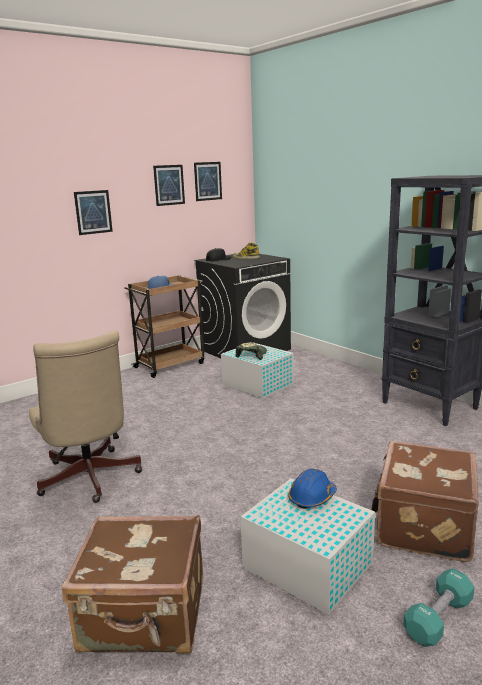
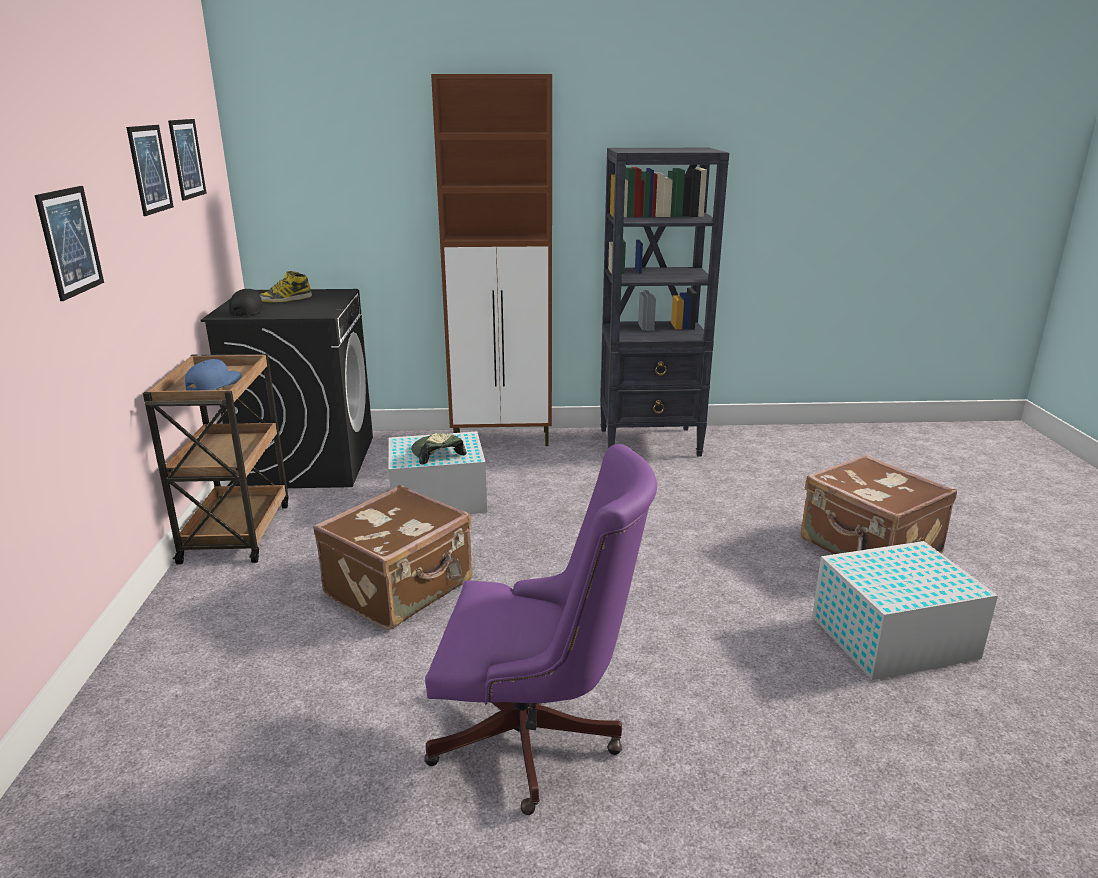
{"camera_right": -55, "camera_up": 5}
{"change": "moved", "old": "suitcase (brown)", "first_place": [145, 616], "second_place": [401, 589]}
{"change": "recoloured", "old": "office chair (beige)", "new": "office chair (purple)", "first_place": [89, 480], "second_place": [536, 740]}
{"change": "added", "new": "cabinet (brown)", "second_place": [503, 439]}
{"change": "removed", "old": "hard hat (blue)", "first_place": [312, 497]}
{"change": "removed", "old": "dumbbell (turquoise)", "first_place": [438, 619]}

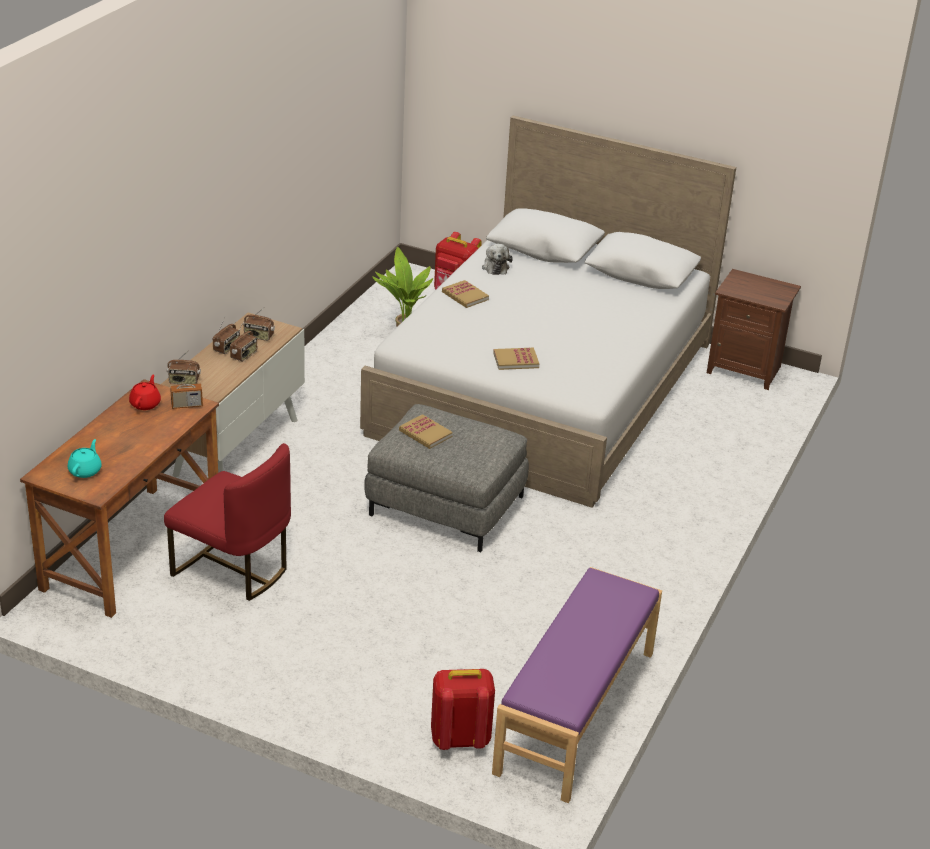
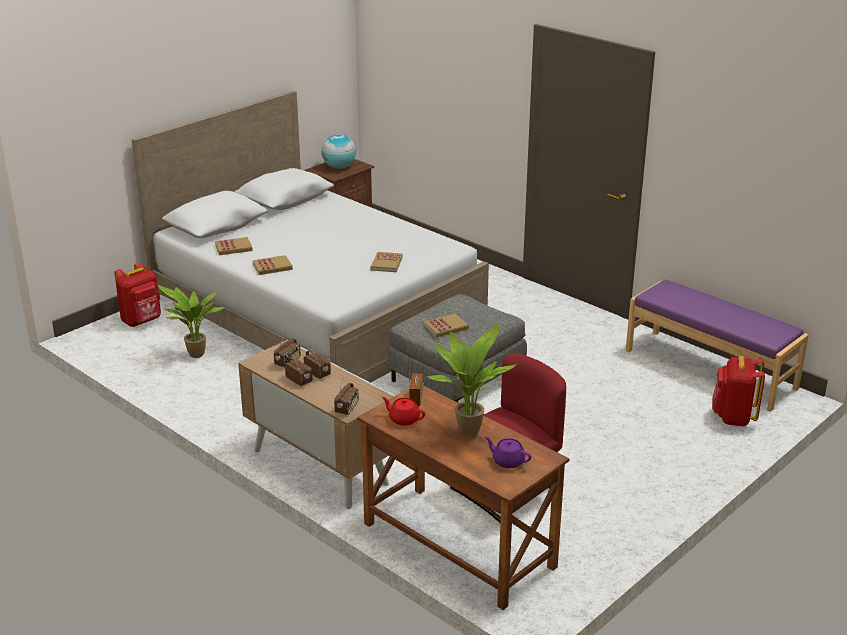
{"camera_right": -70, "camera_up": -5}
{"change": "replaced", "old": "plush toy", "new": "book", "first_place": [495, 267], "second_place": [233, 248]}
{"change": "added", "new": "globe", "second_place": [339, 167]}
{"change": "added", "new": "potted plant", "second_place": [467, 430]}
{"change": "recoloured", "old": "teapot (turquoise)", "new": "teapot (purple)", "first_place": [85, 470], "second_place": [507, 461]}

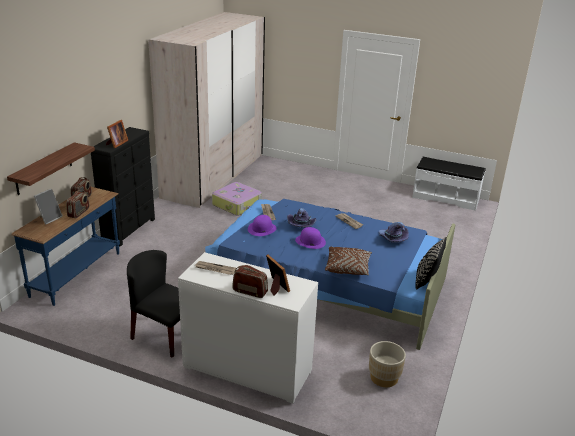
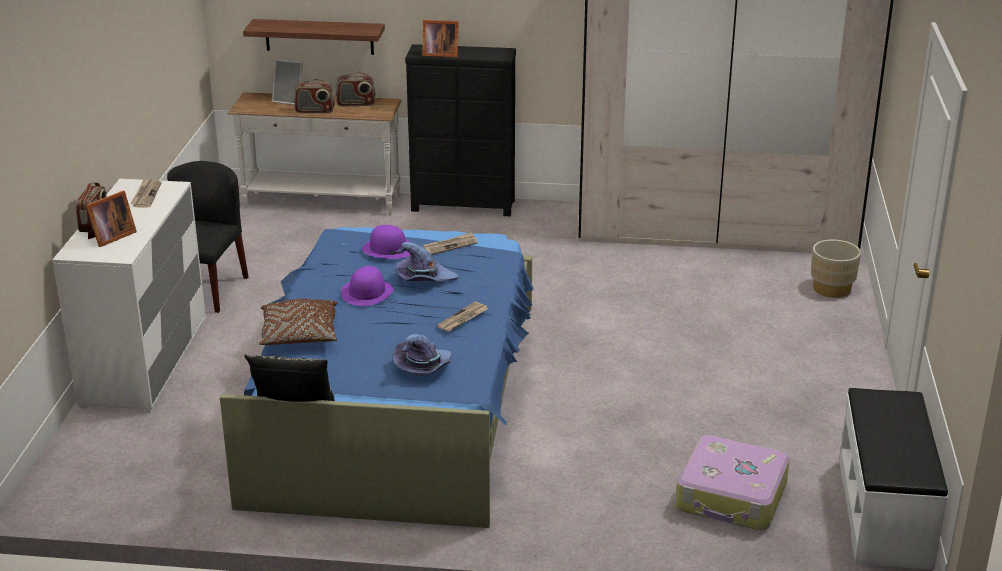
{"camera_right": 75, "camera_up": 0}
{"change": "recoloured", "old": "console table (blue)", "new": "console table (white)", "first_place": [77, 274], "second_place": [321, 203]}
{"change": "moved", "old": "suitcase", "first_place": [237, 204], "second_place": [732, 497]}
{"change": "moved", "old": "planter (beige)", "first_place": [384, 378], "second_place": [831, 289]}

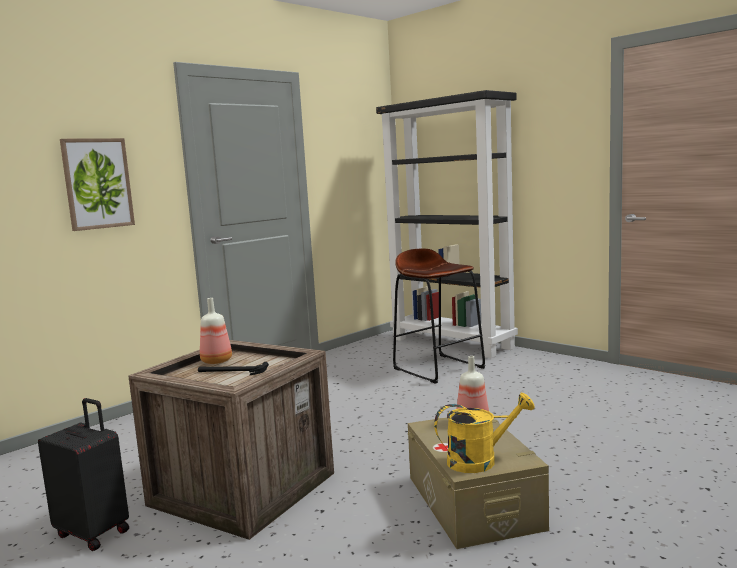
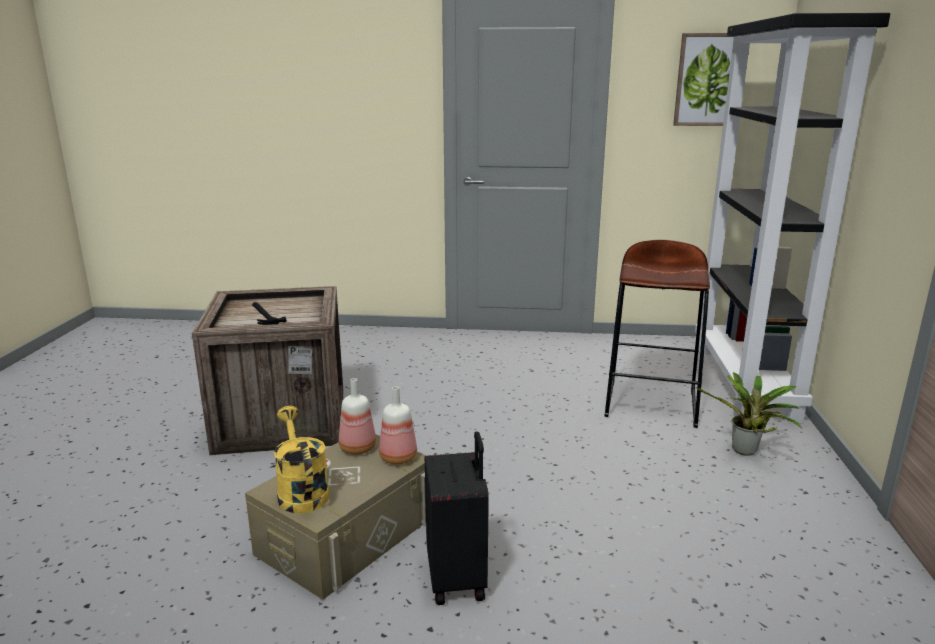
{"camera_right": 50, "camera_up": 10}
{"change": "turned", "old": "watering can (yellow)", "first_place": [480, 460], "second_place": [301, 491], "degrees": -150}
{"change": "moved", "old": "bottle", "first_place": [217, 361], "second_place": [358, 449]}
{"change": "moved", "old": "suitcase (black)", "first_place": [94, 532], "second_place": [458, 578]}
{"change": "moved", "old": "picture", "first_place": [97, 183], "second_place": [708, 80]}
{"change": "added", "new": "potted plant", "second_place": [745, 452]}

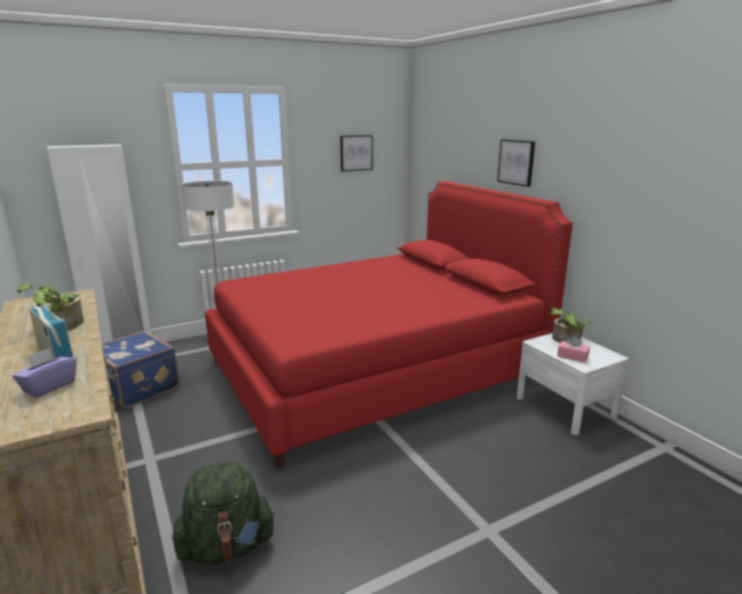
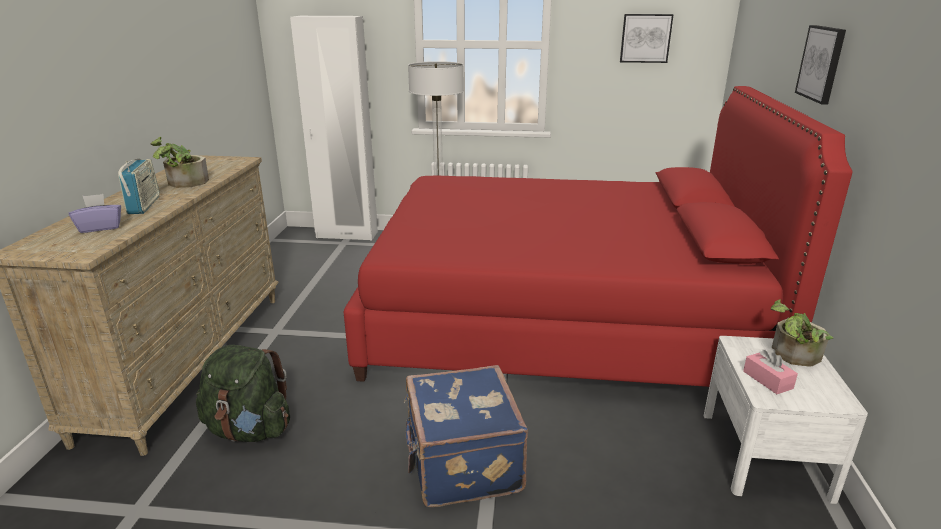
{"camera_right": 35, "camera_up": 5}
{"change": "moved", "old": "suitcase (blue)", "first_place": [137, 388], "second_place": [461, 463]}

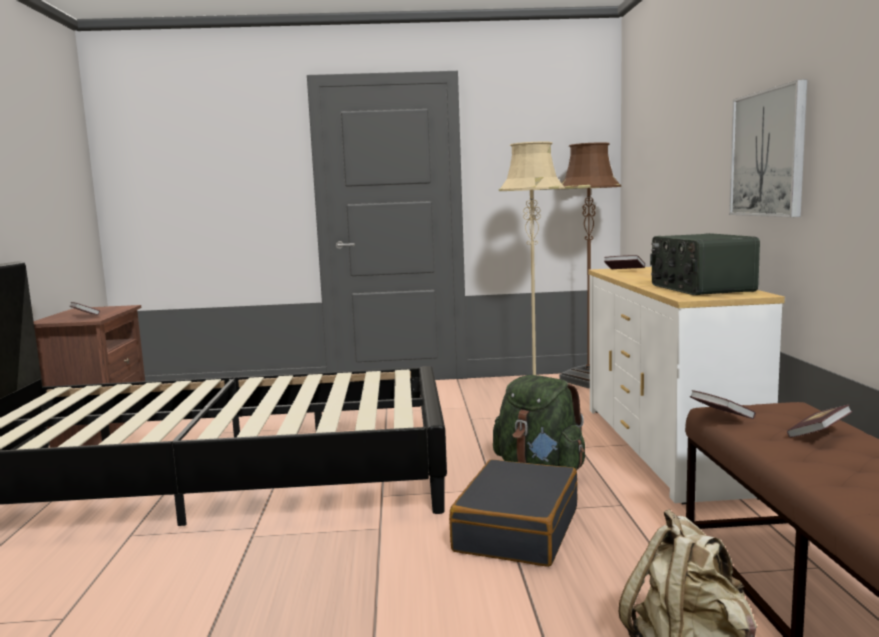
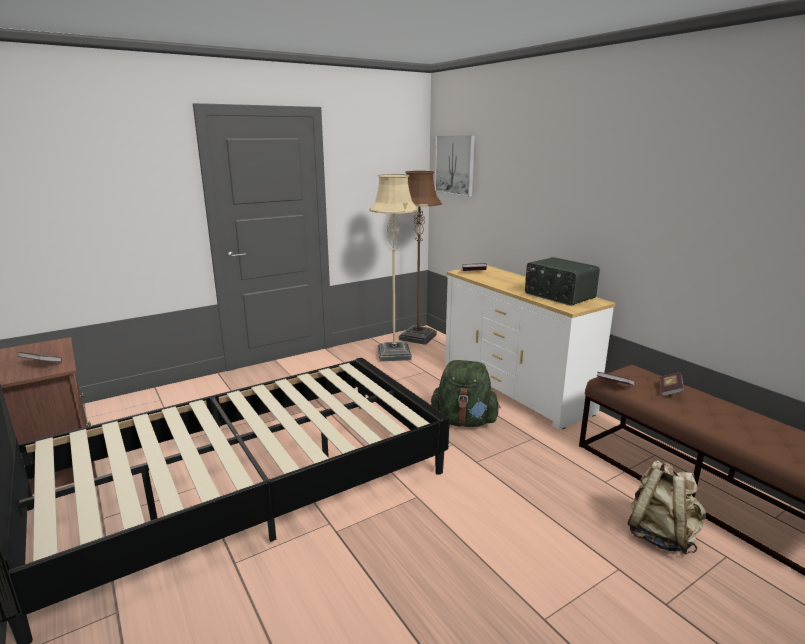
{"camera_right": -30, "camera_up": 10}
{"change": "moved", "old": "picture", "first_place": [768, 153], "second_place": [455, 165]}
{"change": "removed", "old": "suitcase (black)", "first_place": [516, 529]}

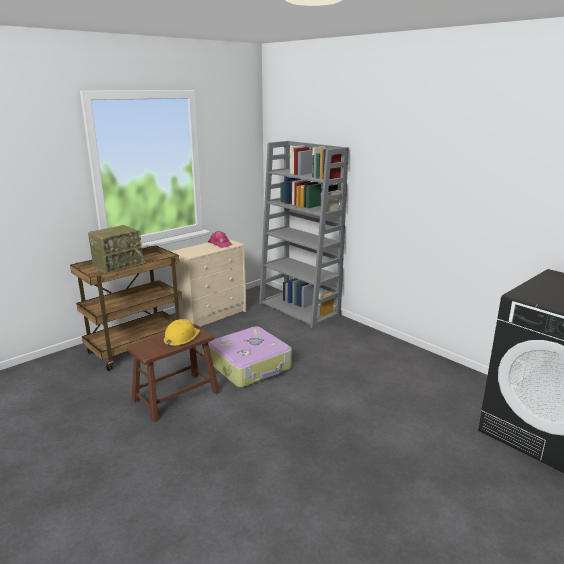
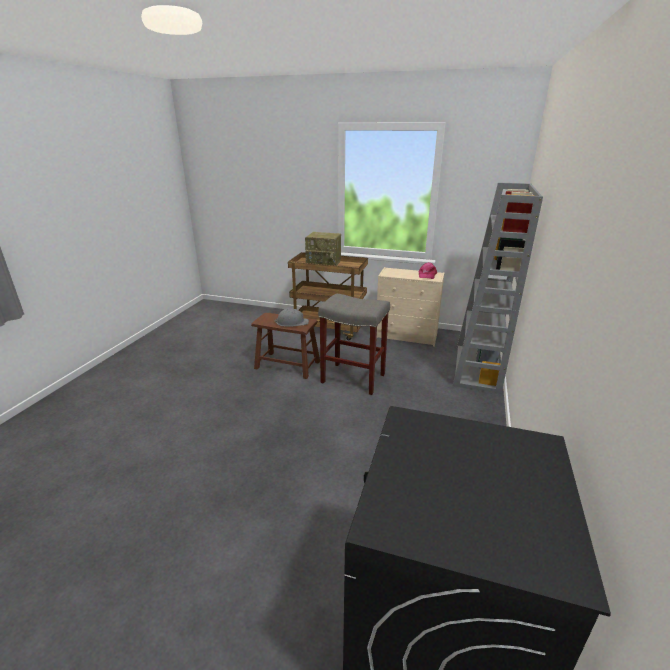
{"camera_right": 60, "camera_up": 5}
{"change": "recoloured", "old": "hard hat (yellow)", "new": "hard hat (grey)", "first_place": [181, 337], "second_place": [292, 322]}
{"change": "replaced", "old": "suitcase", "new": "stool (grey)", "first_place": [250, 366], "second_place": [354, 378]}

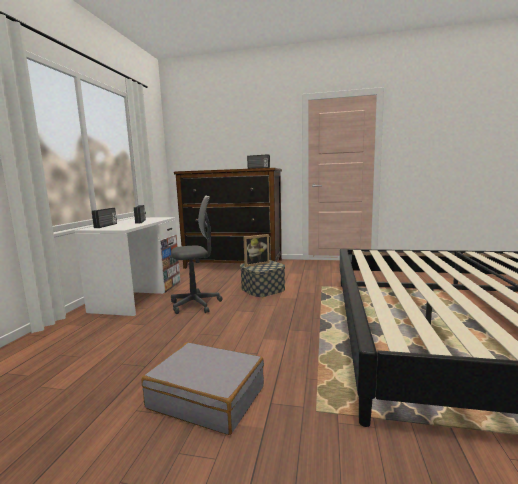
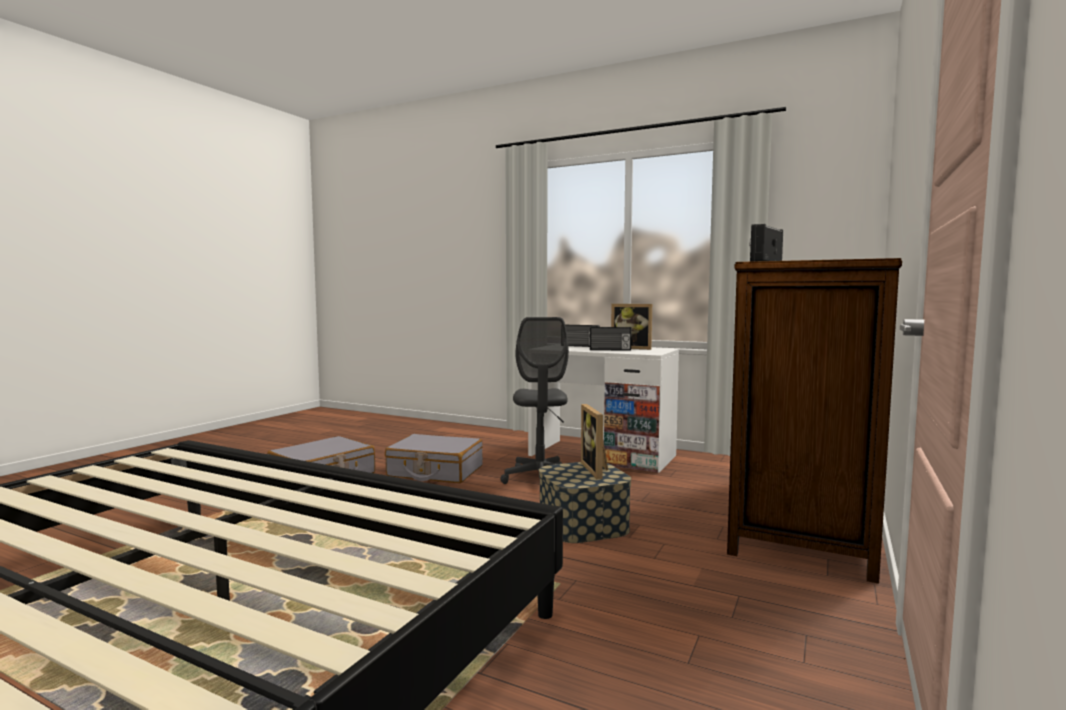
{"camera_right": 105, "camera_up": -5}
{"change": "added", "new": "suitcase (grey)", "second_place": [435, 471]}
{"change": "added", "new": "picture frame", "second_place": [631, 348]}

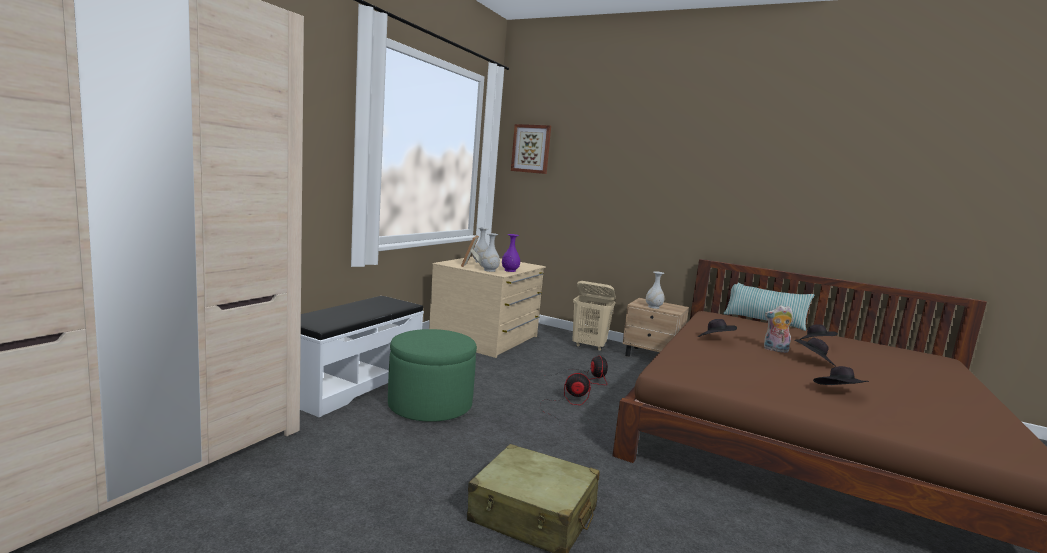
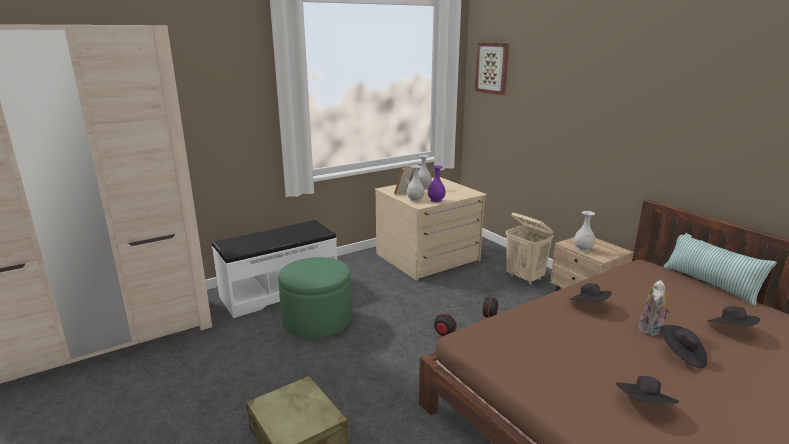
{"camera_right": 30, "camera_up": 10}
{"change": "turned", "old": "plush toy", "first_place": [775, 350], "second_place": [651, 330], "degrees": -105}

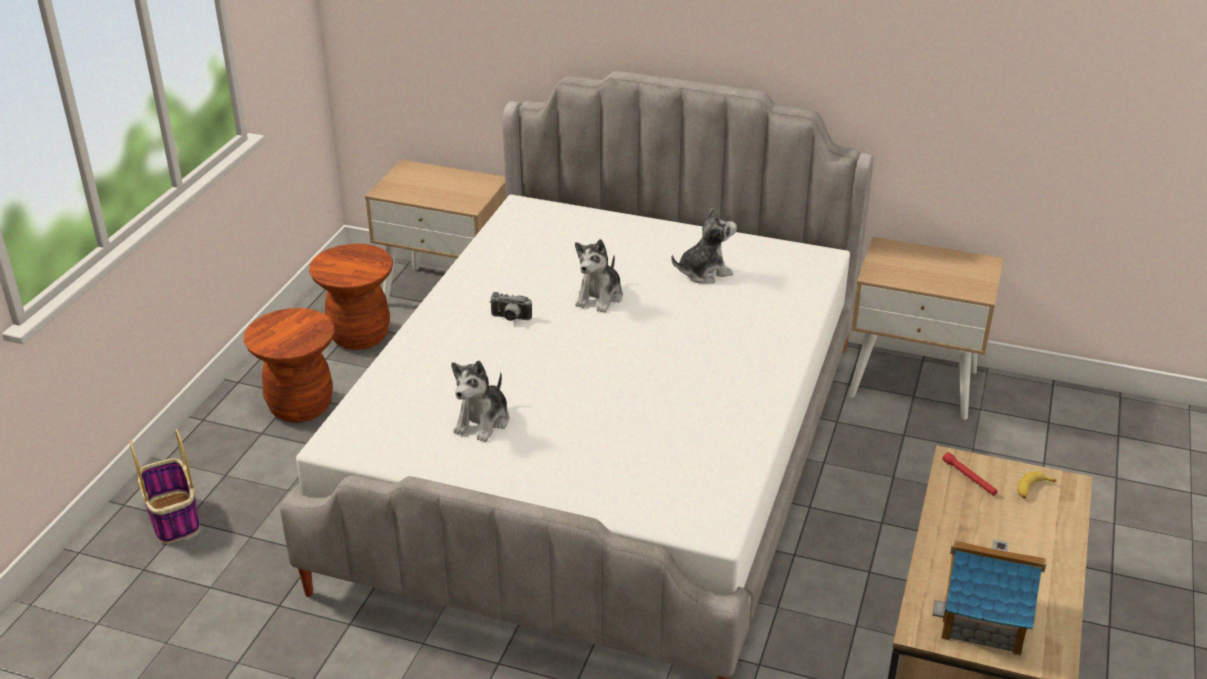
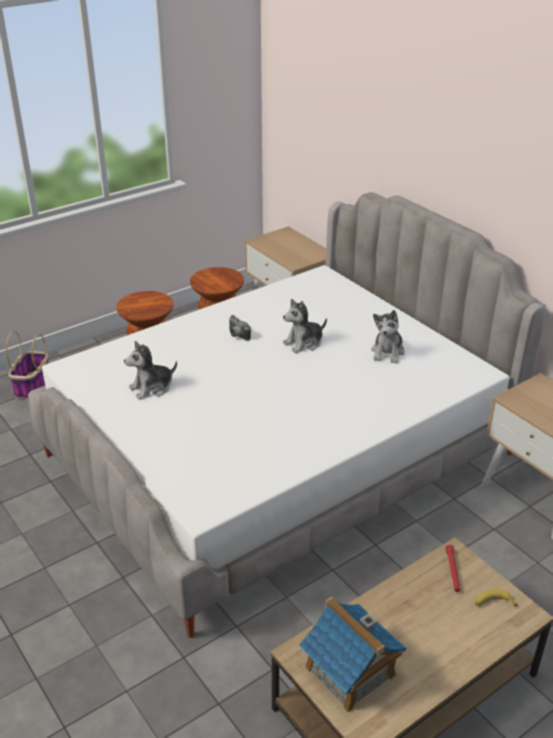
{"camera_right": 35, "camera_up": 0}
{"change": "turned", "old": "plush toy", "first_place": [704, 272], "second_place": [388, 352], "degrees": 90}

